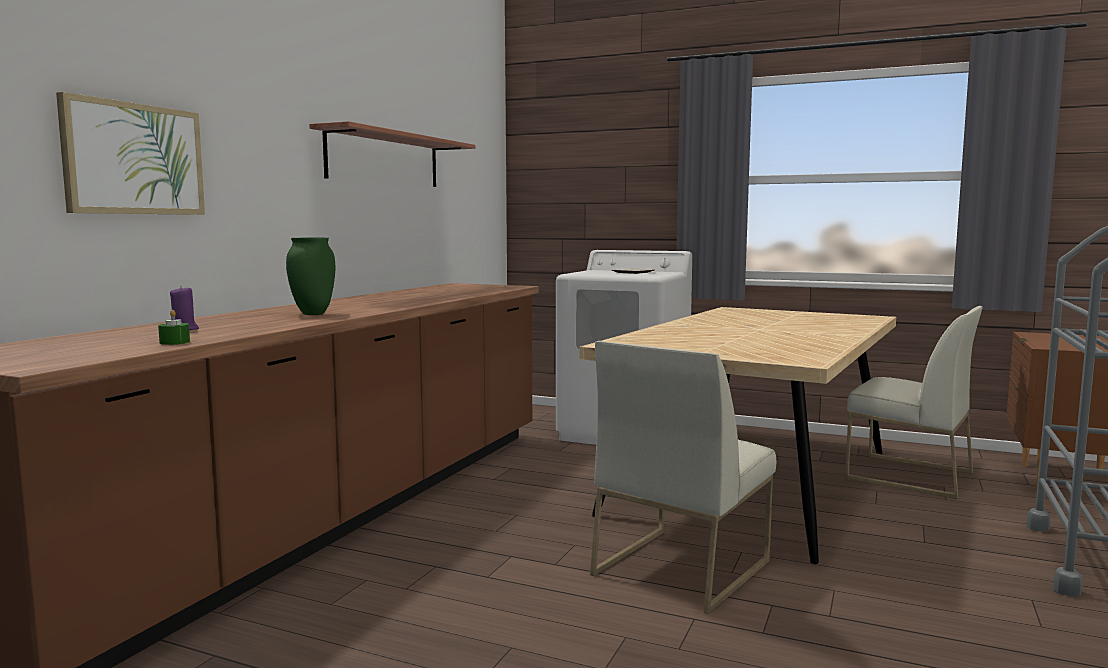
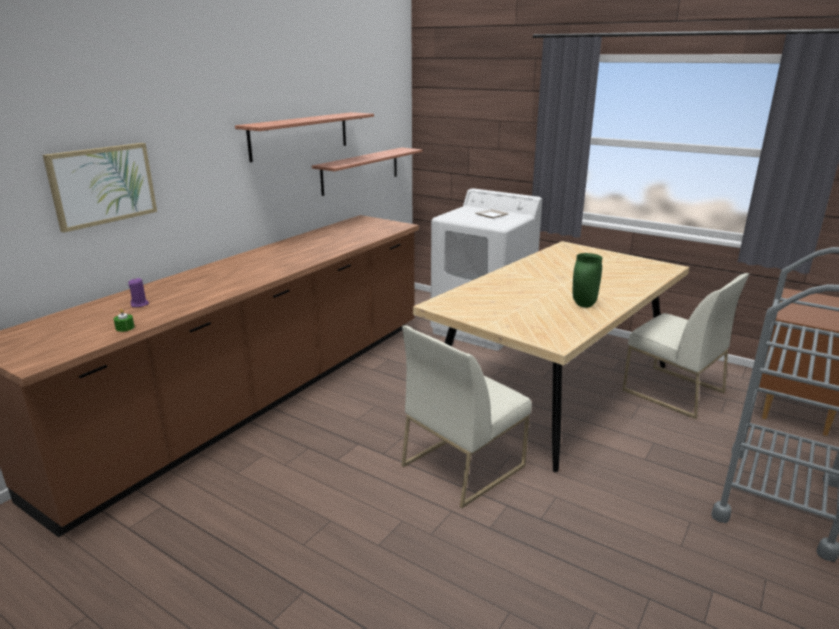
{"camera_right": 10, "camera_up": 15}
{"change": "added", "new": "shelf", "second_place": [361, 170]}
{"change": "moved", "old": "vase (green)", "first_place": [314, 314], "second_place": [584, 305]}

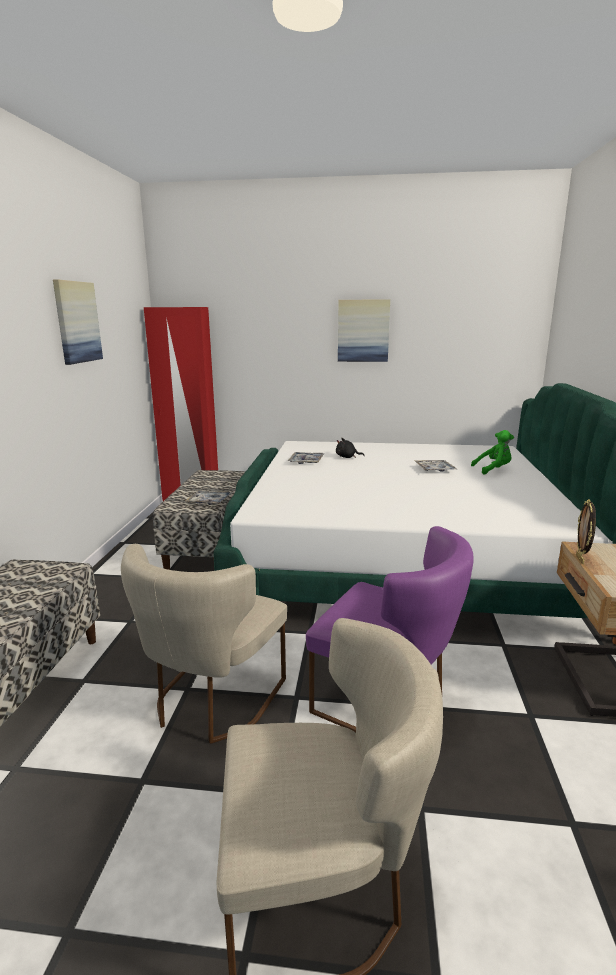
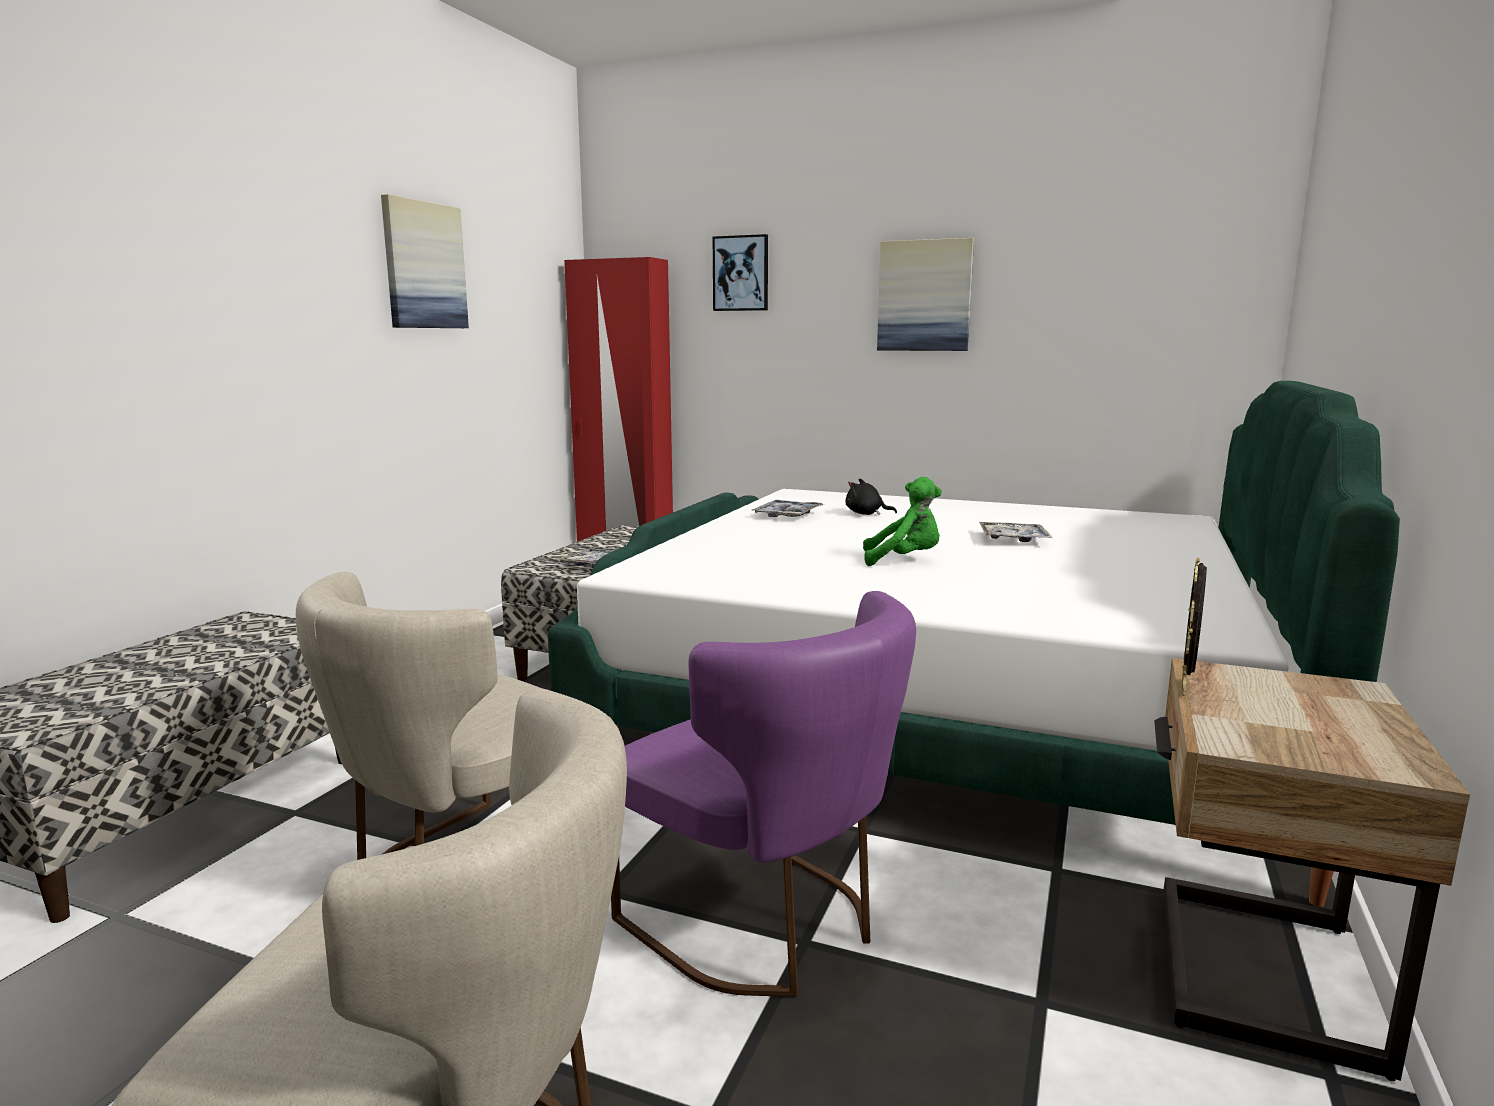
{"camera_right": 15, "camera_up": -5}
{"change": "added", "new": "picture", "second_place": [741, 273]}
{"change": "moved", "old": "plush toy (green)", "first_place": [493, 470], "second_place": [904, 560]}

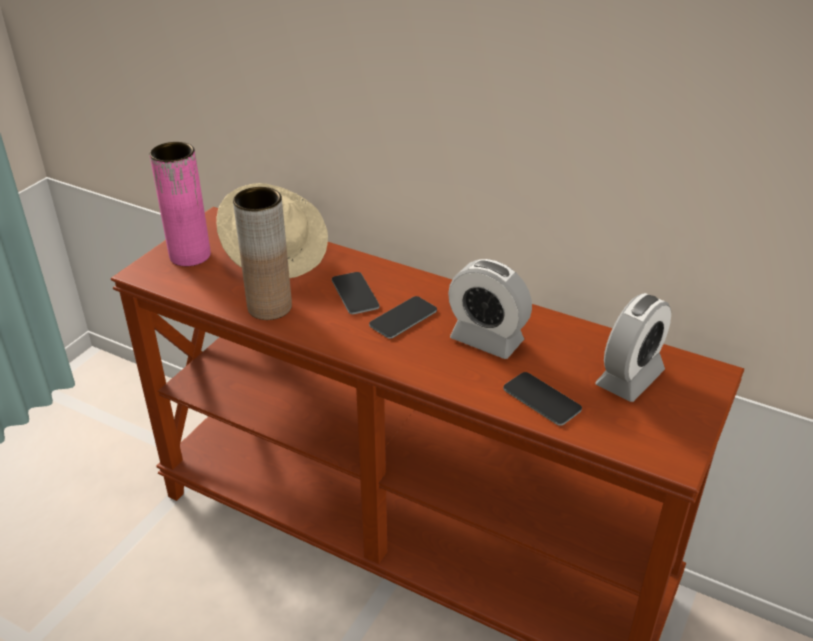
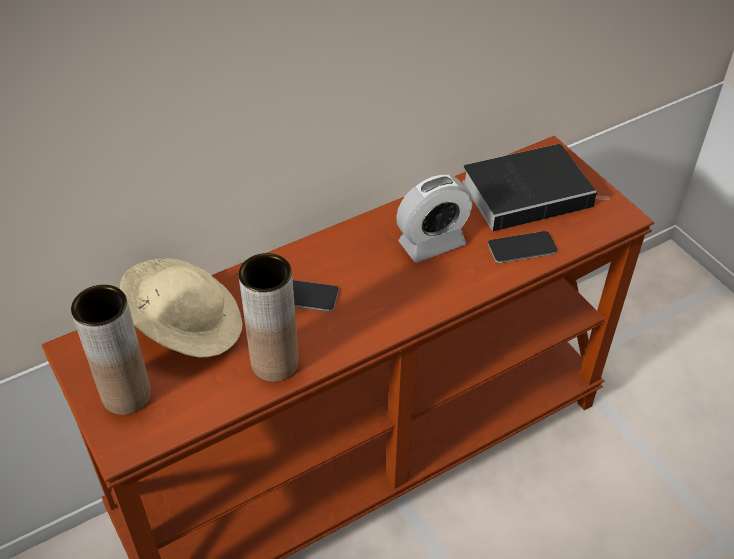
{"camera_right": -60, "camera_up": 10}
{"change": "recoloured", "old": "vase (pink)", "new": "vase (brown)", "first_place": [190, 255], "second_place": [126, 395]}
{"change": "replaced", "old": "alarm clock", "new": "book", "first_place": [629, 378], "second_place": [529, 192]}
{"change": "removed", "old": "phone", "first_place": [403, 318]}

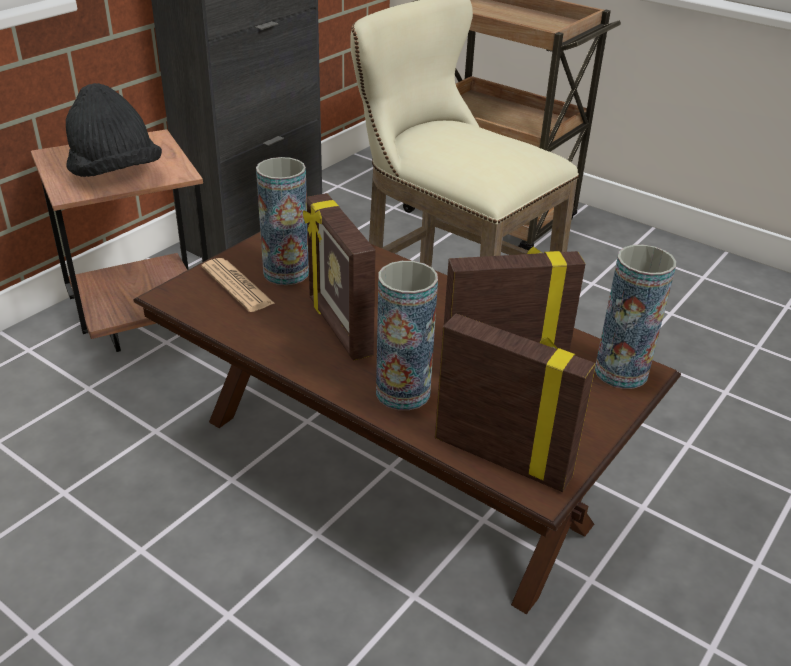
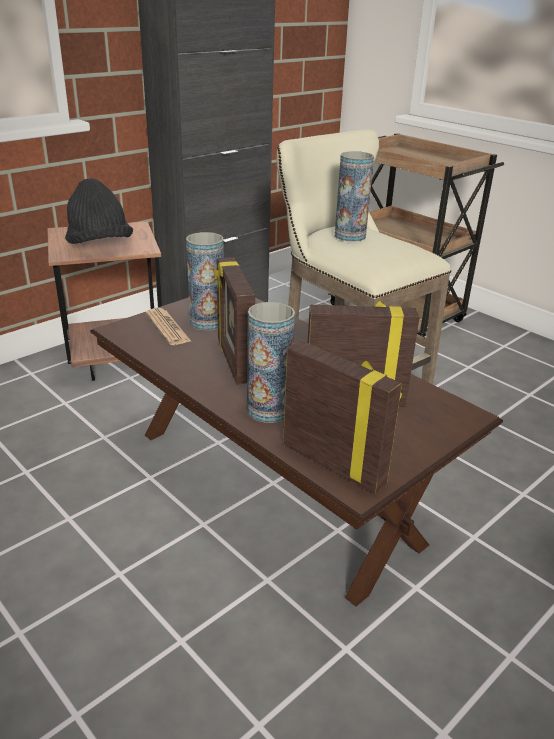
{"camera_right": 10, "camera_up": -5}
{"change": "moved", "old": "vase", "first_place": [621, 372], "second_place": [350, 236]}

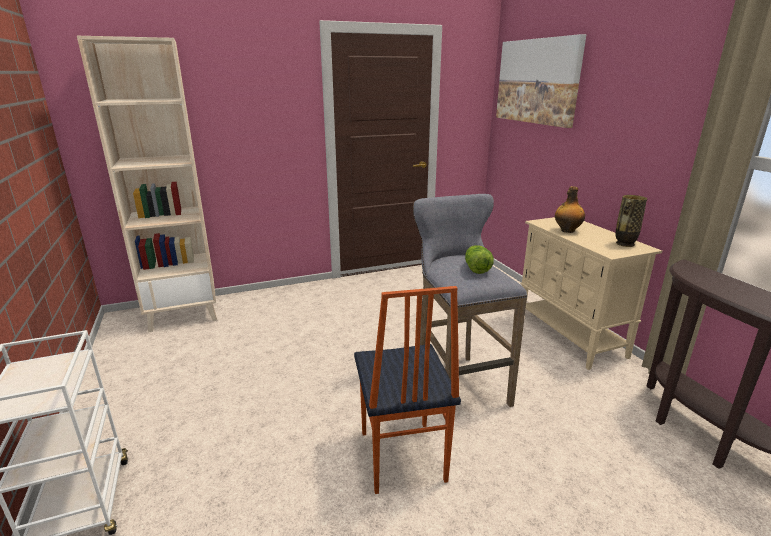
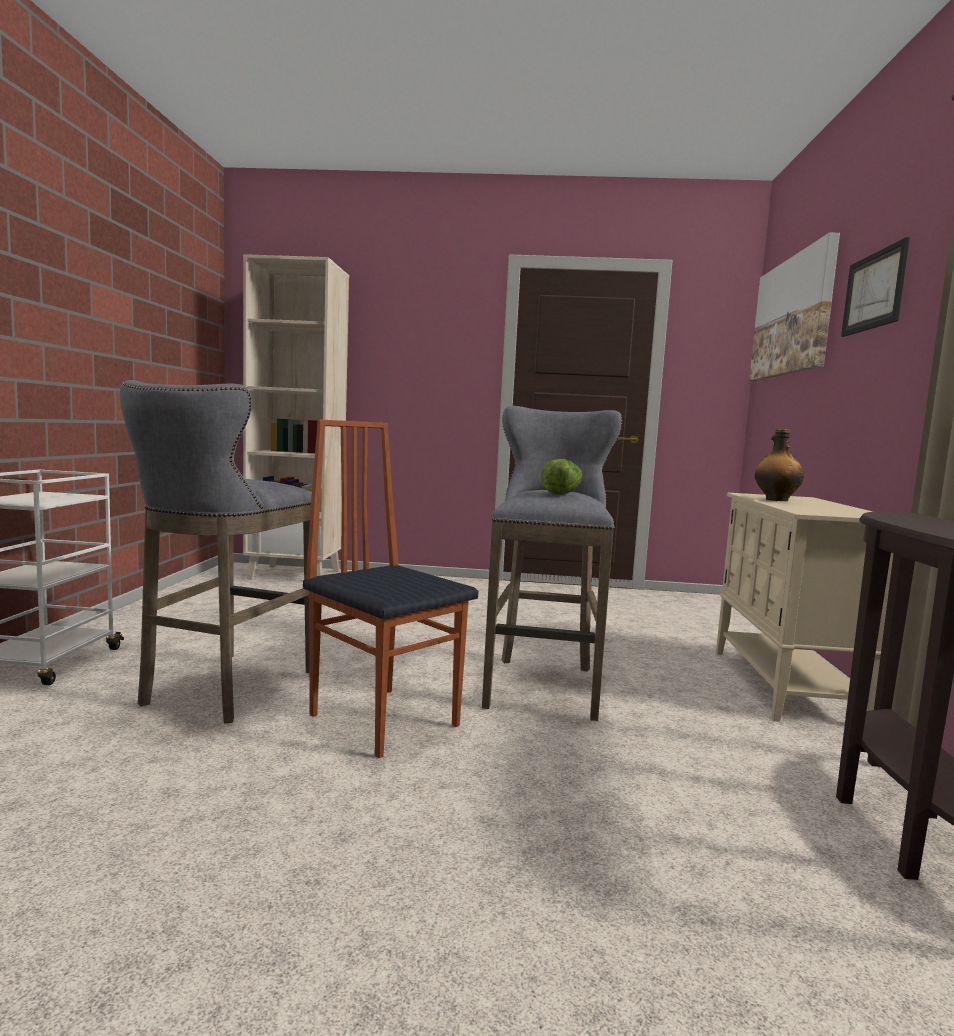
{"camera_right": 25, "camera_up": -15}
{"change": "added", "new": "stool (grey)", "second_place": [225, 690]}
{"change": "turned", "old": "chair", "first_place": [401, 457], "second_place": [385, 719], "degrees": 120}
{"change": "added", "new": "picture", "second_place": [874, 291]}
{"change": "removed", "old": "vase", "first_place": [624, 244]}

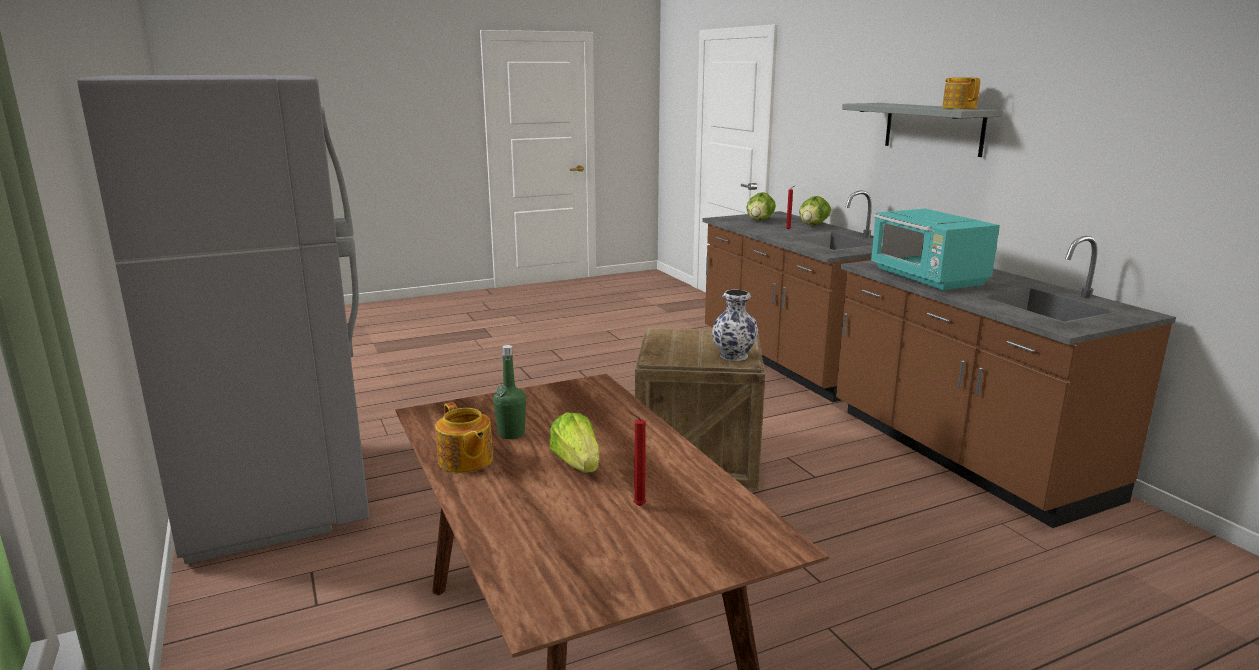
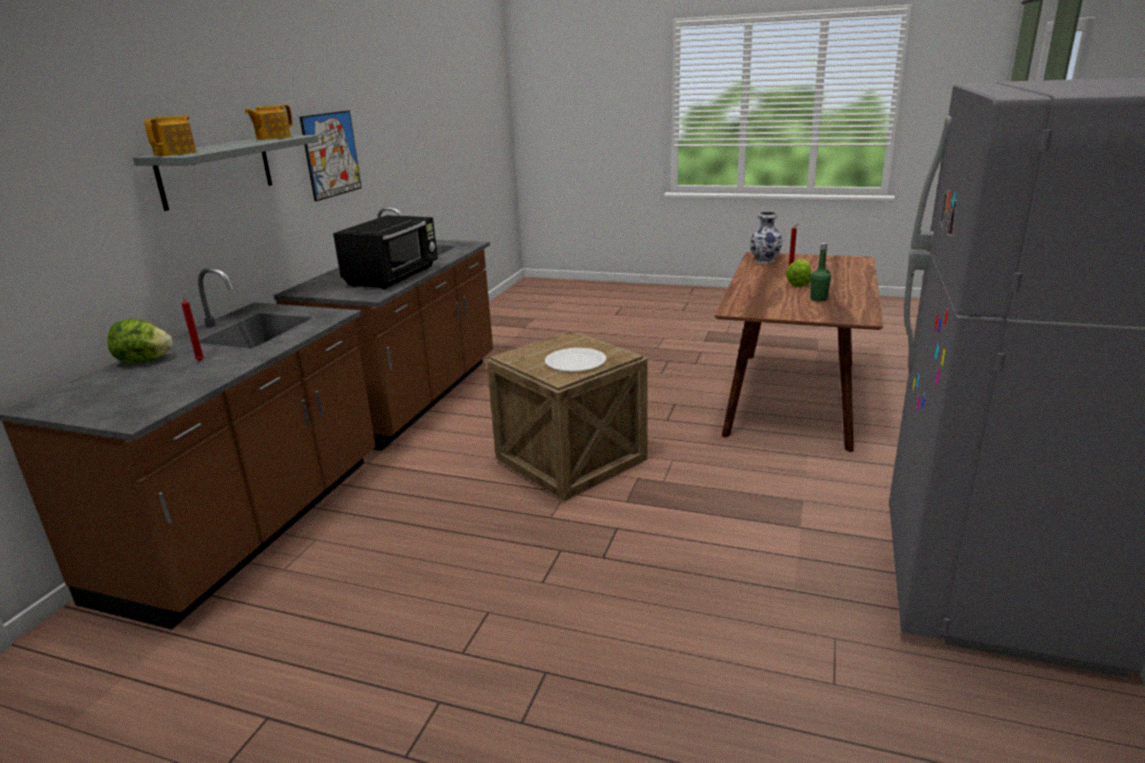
{"camera_right": -135, "camera_up": 5}
{"change": "moved", "old": "teapot", "first_place": [465, 461], "second_place": [176, 153]}
{"change": "added", "new": "picture", "second_place": [331, 154]}
{"change": "recoloured", "old": "microwave (turquoise)", "new": "microwave (black)", "first_place": [927, 279], "second_place": [394, 277]}
{"change": "added", "new": "plate (white)", "second_place": [575, 362]}
{"change": "moved", "old": "vase", "first_place": [733, 356], "second_place": [765, 260]}
{"change": "removed", "old": "lettuce", "first_place": [759, 220]}

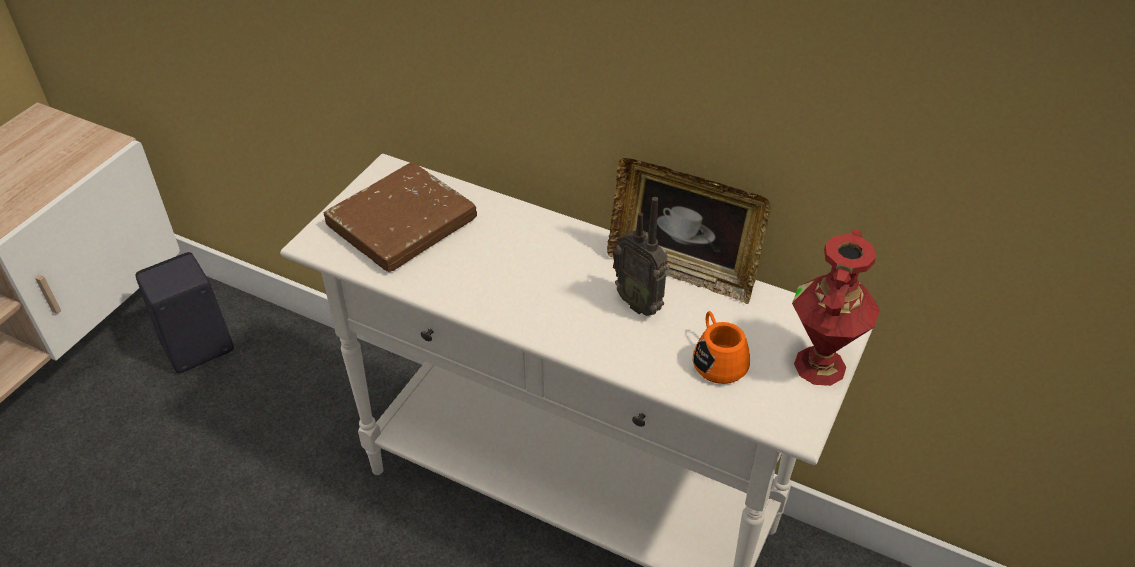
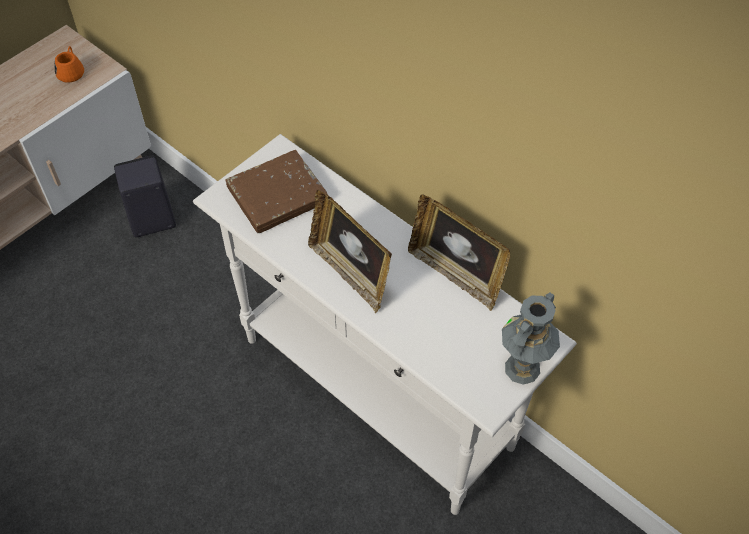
{"camera_right": 15, "camera_up": 10}
{"change": "moved", "old": "mug (orange)", "first_place": [717, 359], "second_place": [71, 71]}
{"change": "added", "new": "picture frame", "second_place": [350, 273]}
{"change": "recoloured", "old": "vase (red)", "new": "vase (grey)", "first_place": [821, 366], "second_place": [523, 369]}
{"change": "removed", "old": "radio", "first_place": [640, 303]}

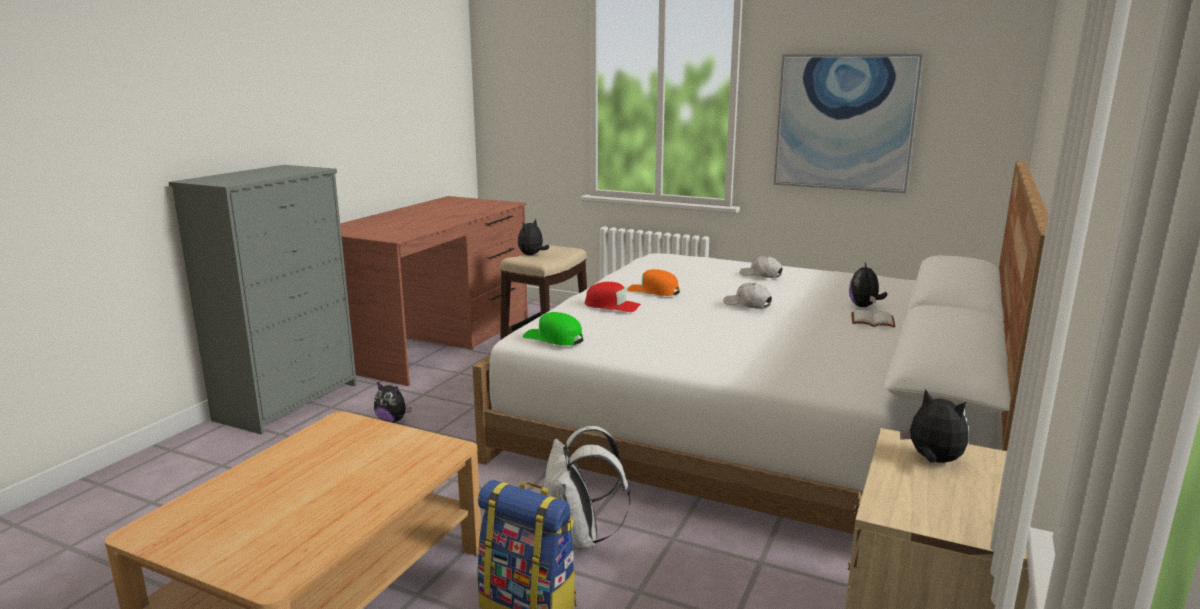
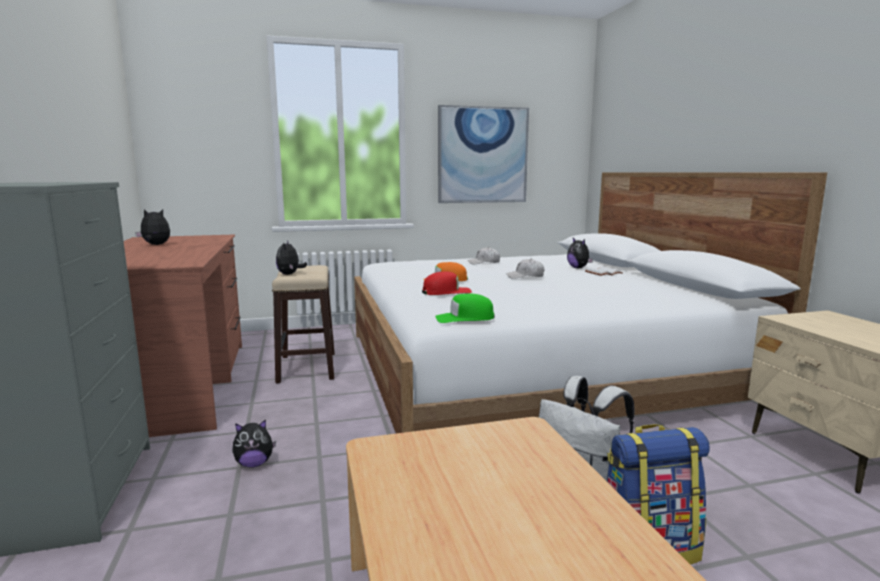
{"camera_right": -40, "camera_up": -5}
{"change": "moved", "old": "plush toy", "first_place": [933, 461], "second_place": [155, 245]}

